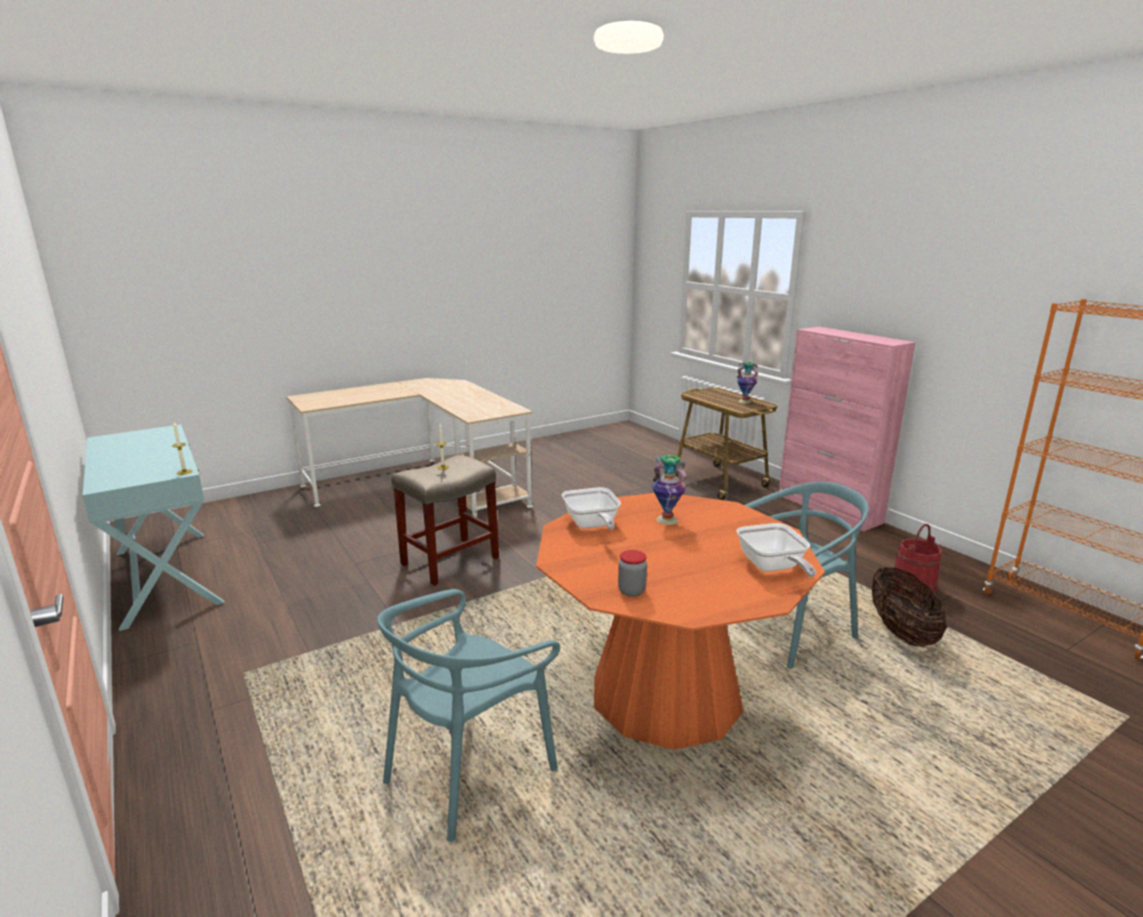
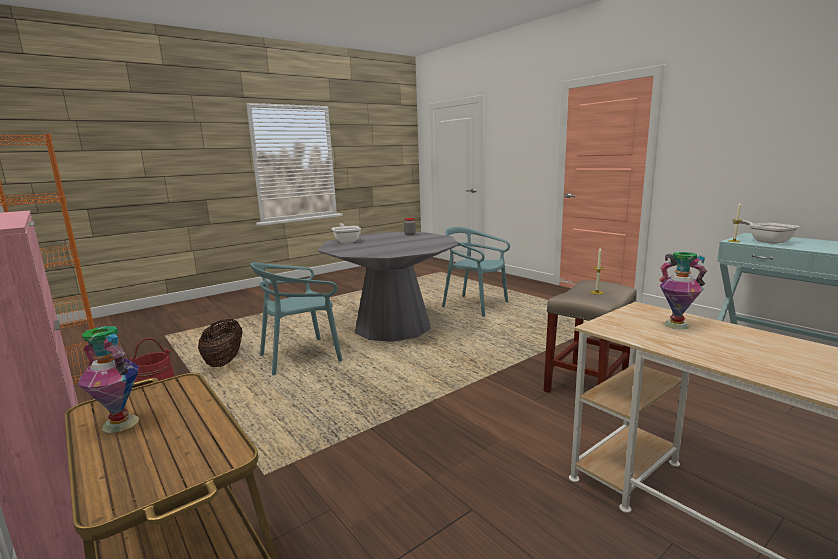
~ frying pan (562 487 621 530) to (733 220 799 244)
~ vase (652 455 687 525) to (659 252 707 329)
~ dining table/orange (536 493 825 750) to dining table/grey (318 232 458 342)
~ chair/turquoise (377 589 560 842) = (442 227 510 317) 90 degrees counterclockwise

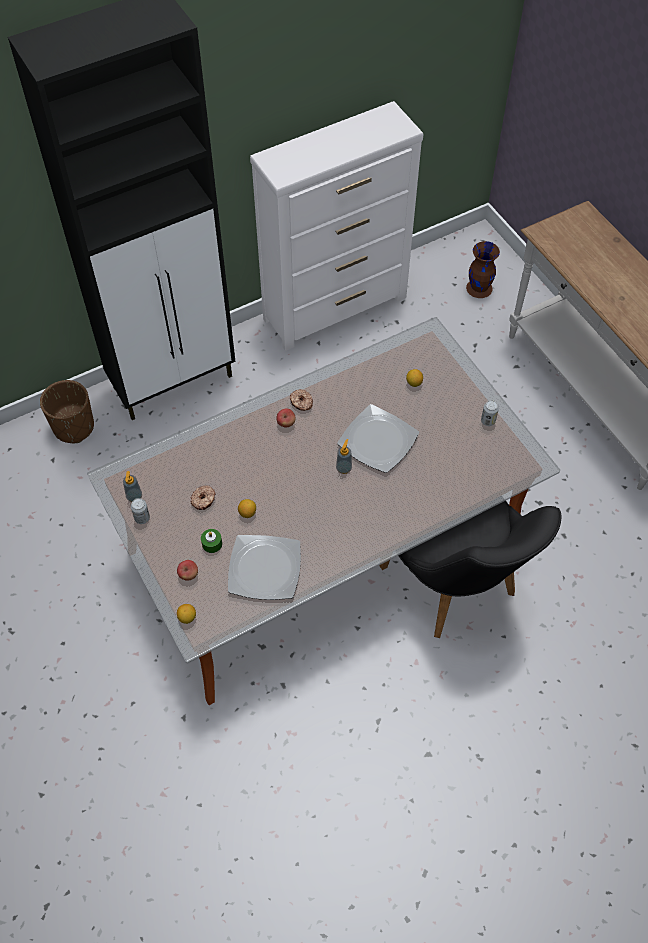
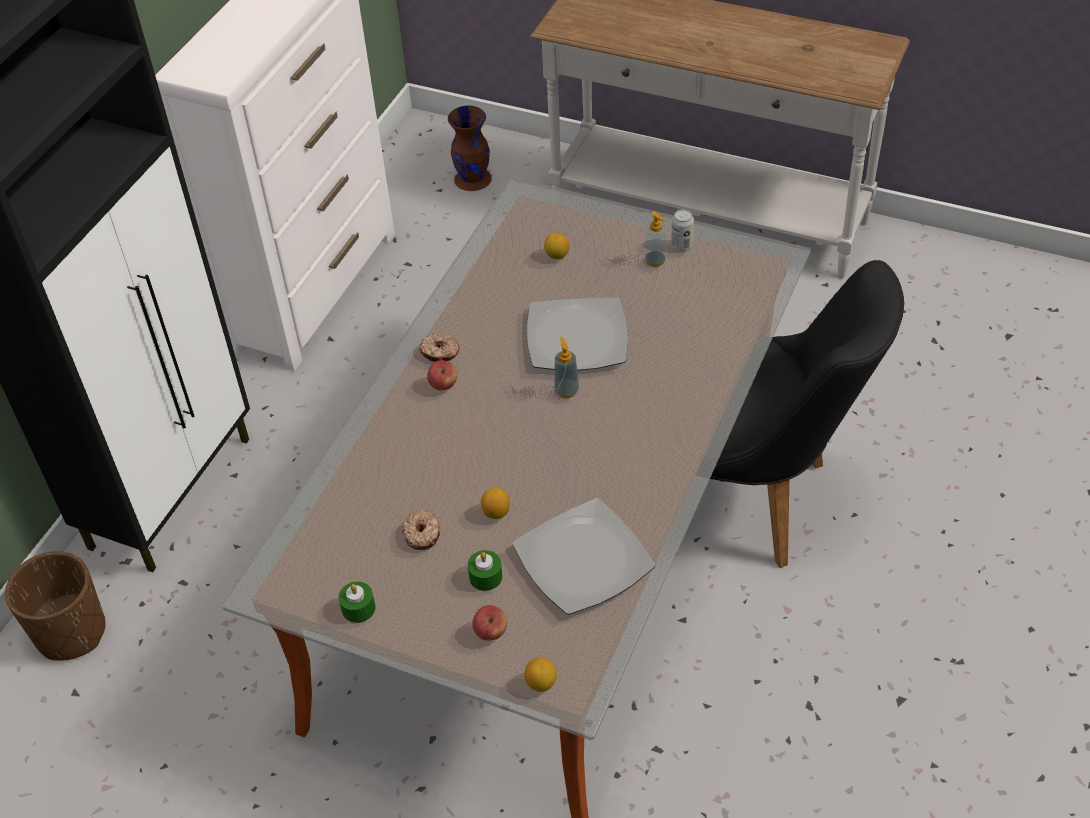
~ soap dispenser (123 471 142 502) to (644 211 667 267)
~ can (131 498 150 524) to candle/green (338 582 375 623)

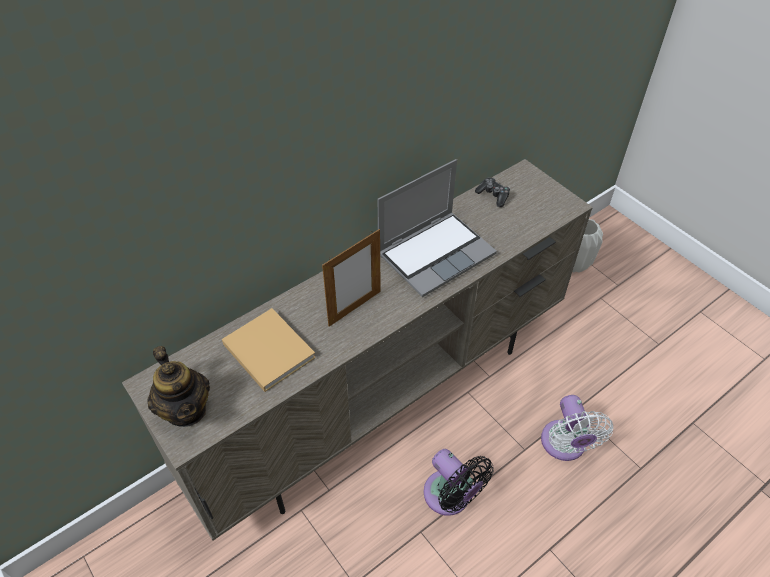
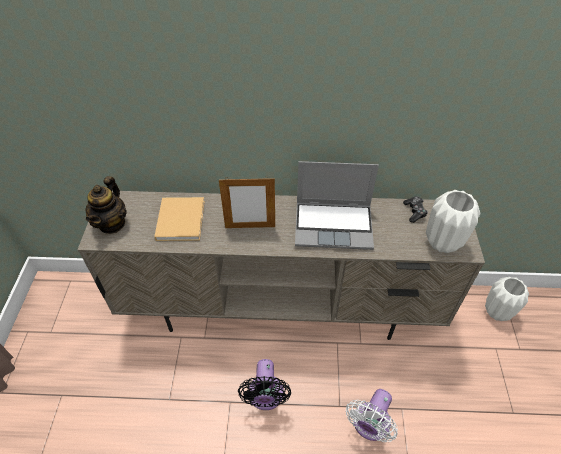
+ vase/white (426 190 481 253)

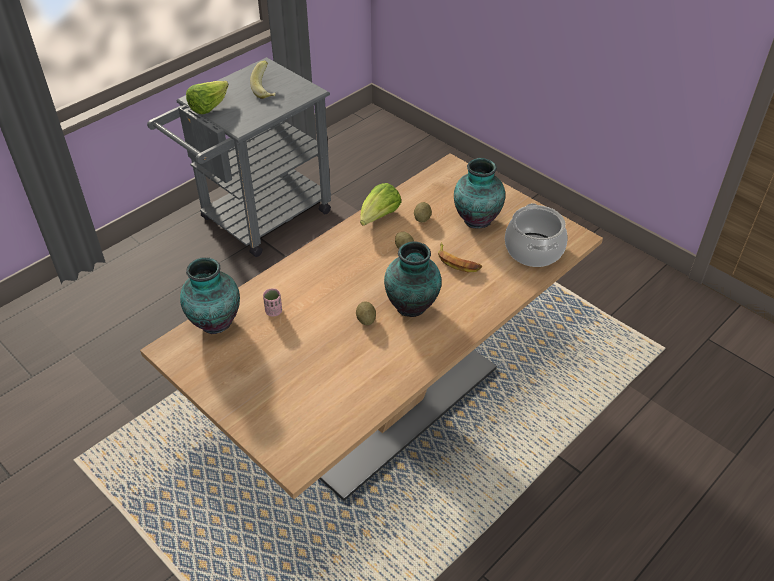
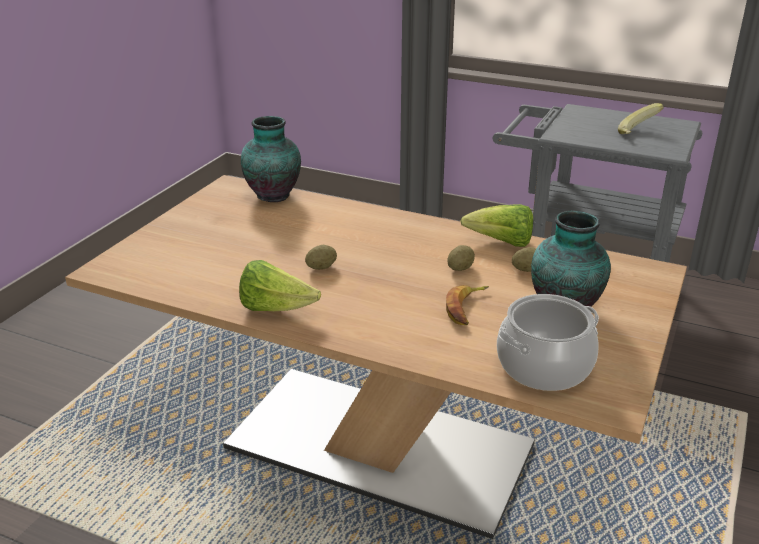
- cup/pink (263 288 282 317)
- vase (384 241 442 317)
~ lettuce (186 81 229 114) to (239 260 321 311)

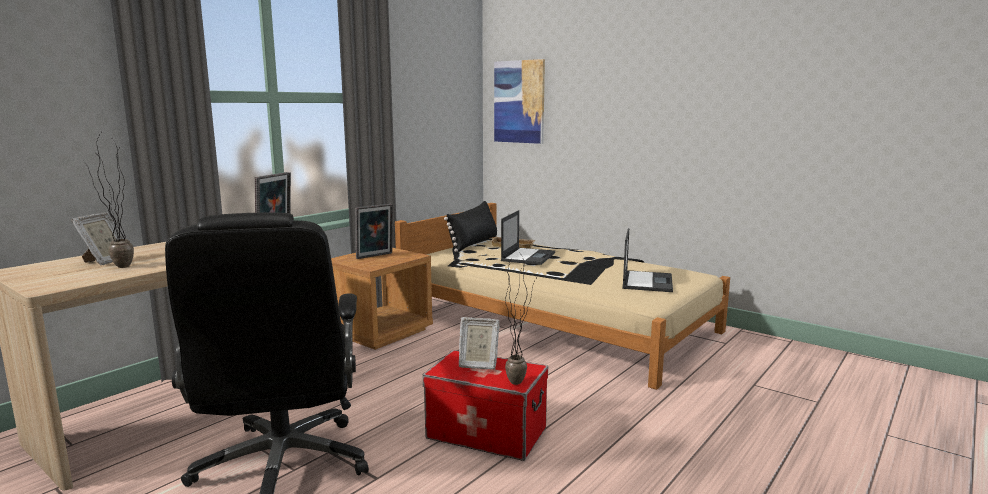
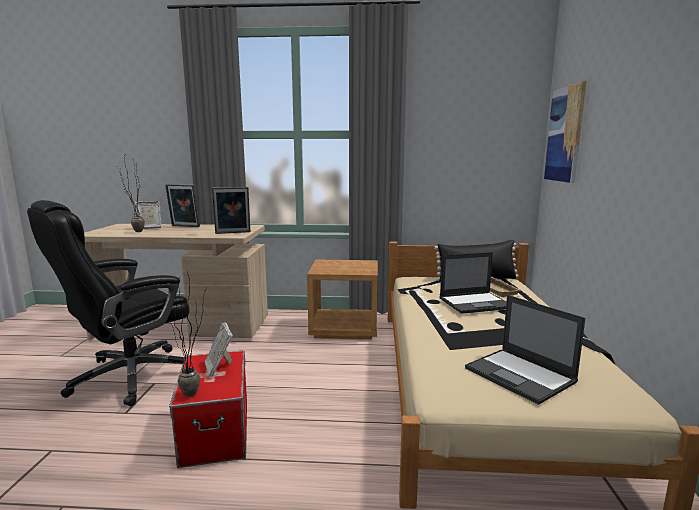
~ picture frame (356 204 393 259) to (165 184 200 227)
~ laptop (622 228 673 292) = (465 295 585 405) 75 degrees clockwise

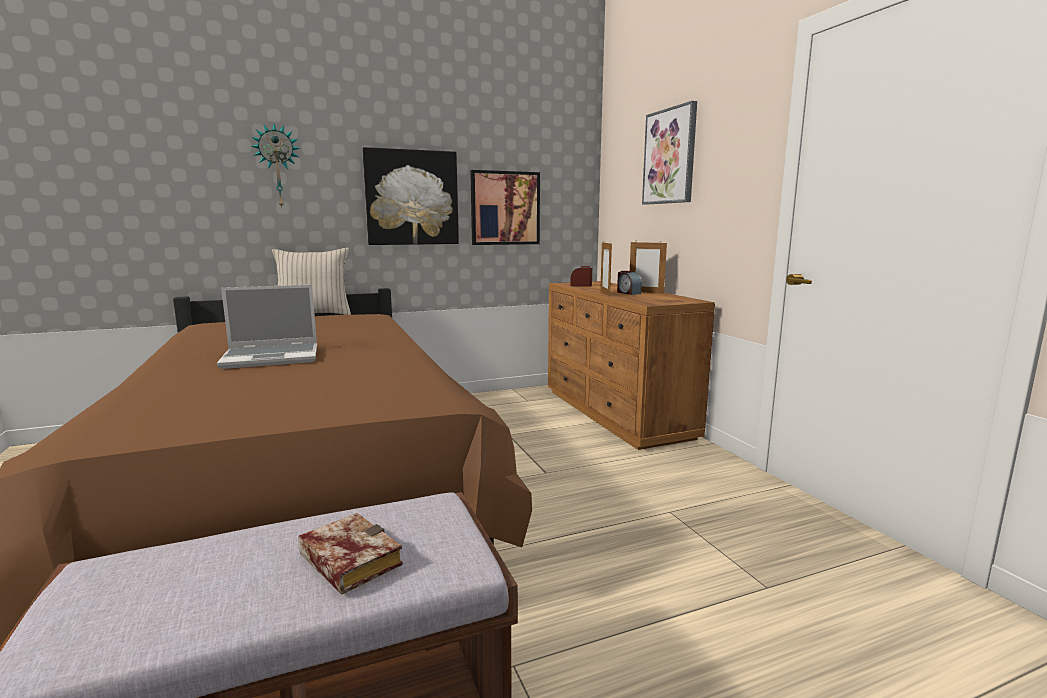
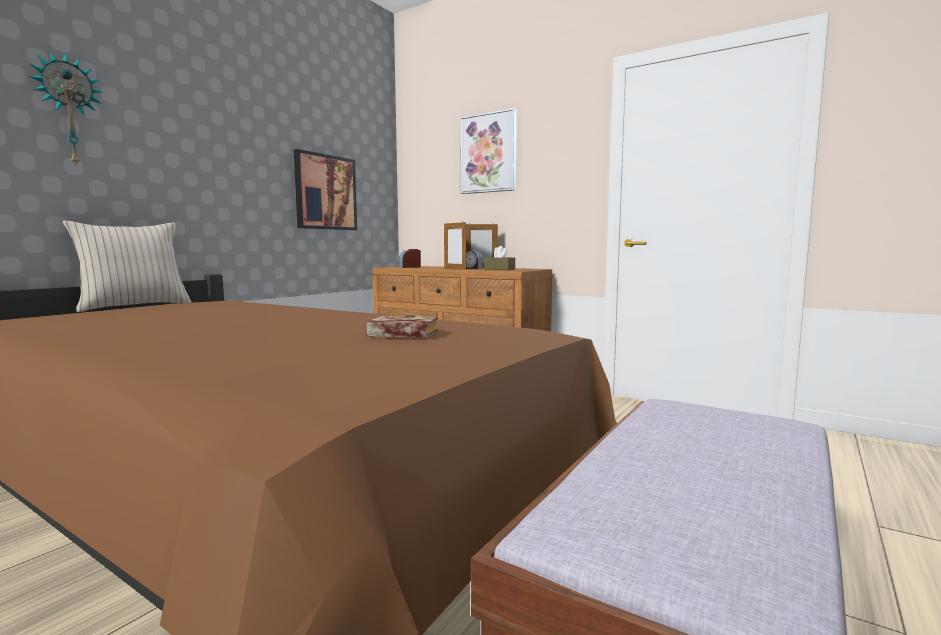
- laptop (217 285 317 369)
- picture (362 147 459 245)
+ tissue box/brown (484 246 515 270)
~ book (298 513 403 595) to (366 315 438 338)

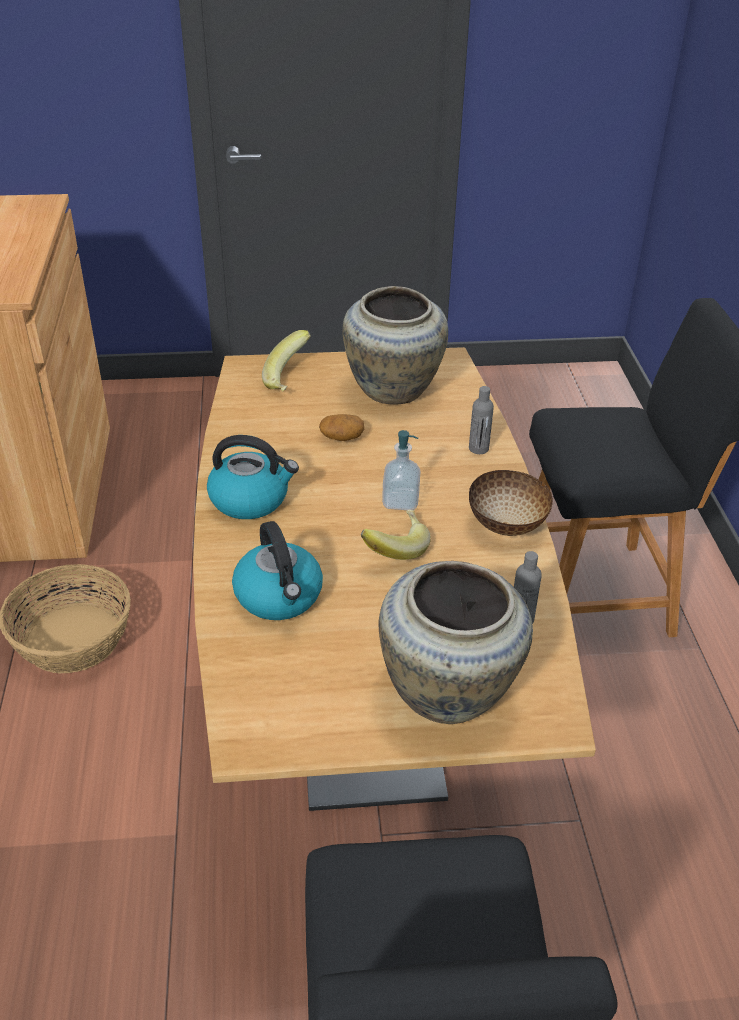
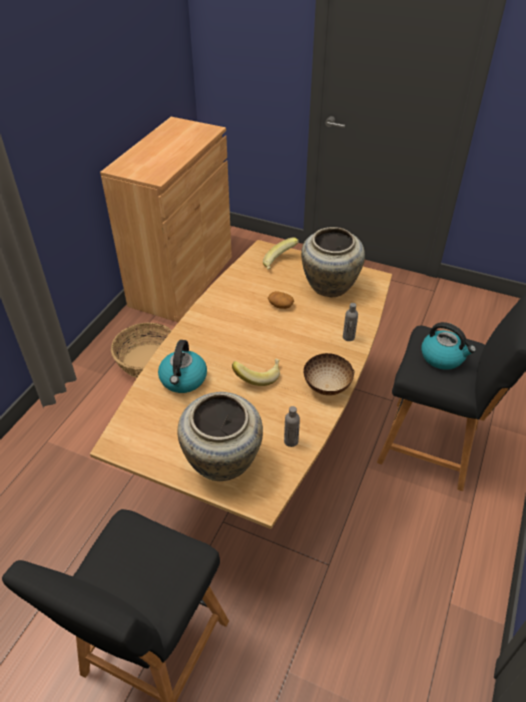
- soap dispenser (382 430 420 510)
~ kettle (207 435 299 519) to (421 322 476 370)

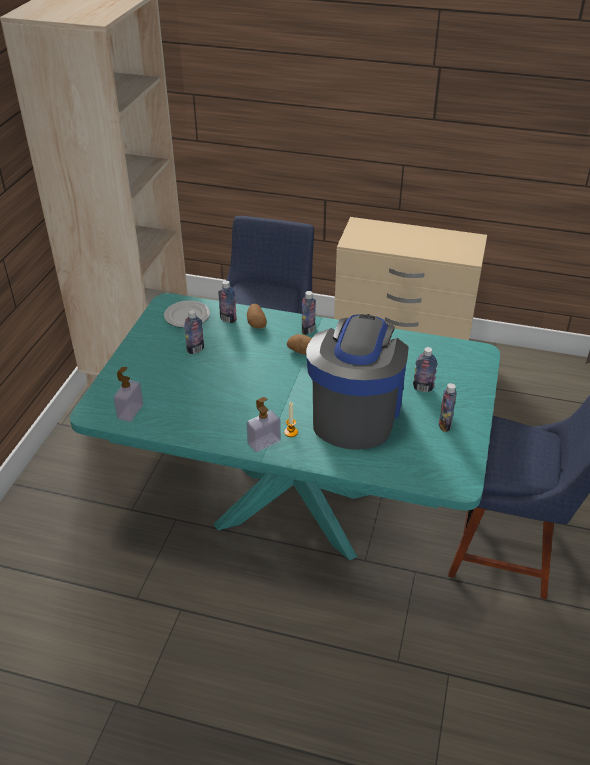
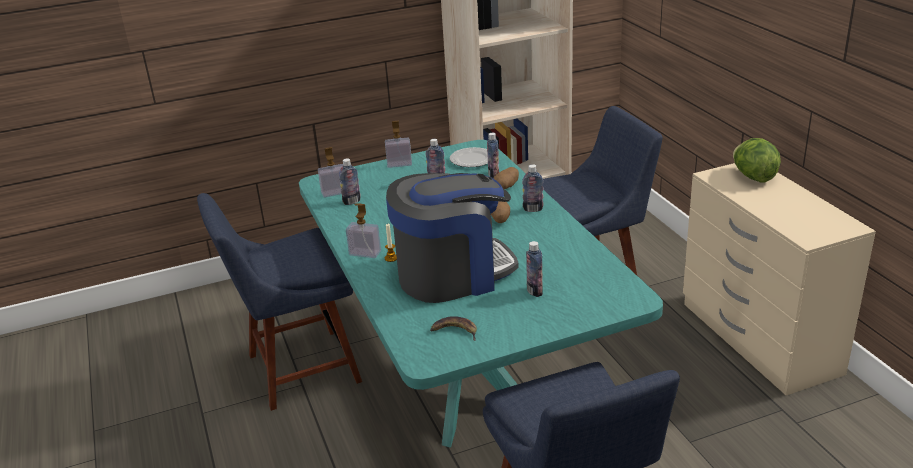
+ chair/blue (197 193 362 411)
+ soap dispenser (385 121 412 168)
+ banana (430 316 477 341)
+ lettuce (733 138 781 182)
~ bottle (439 383 457 432) to (339 158 361 205)

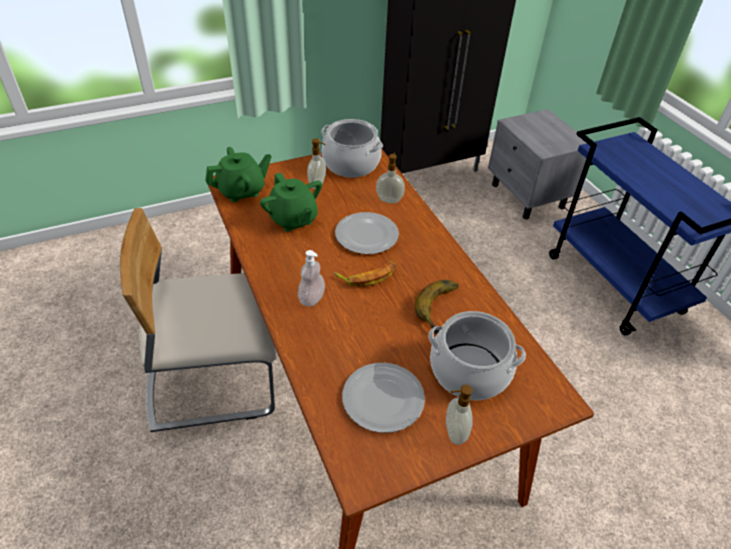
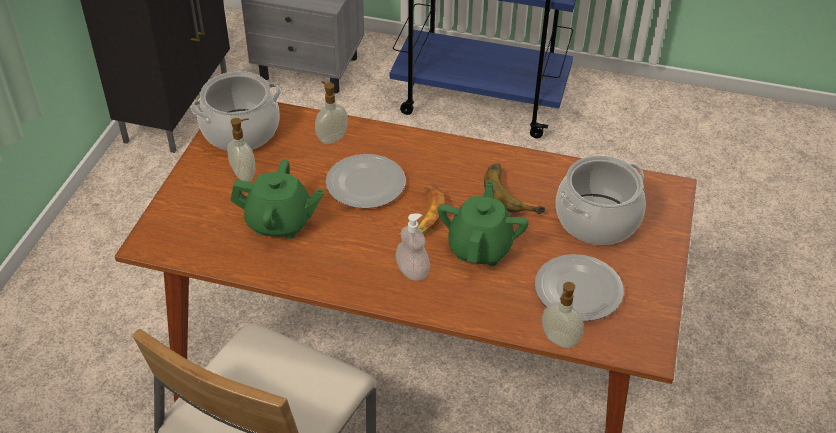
~ teapot/green (205 147 271 202) to (437 181 529 266)
~ soap dispenser (446 385 473 445) to (542 282 584 348)

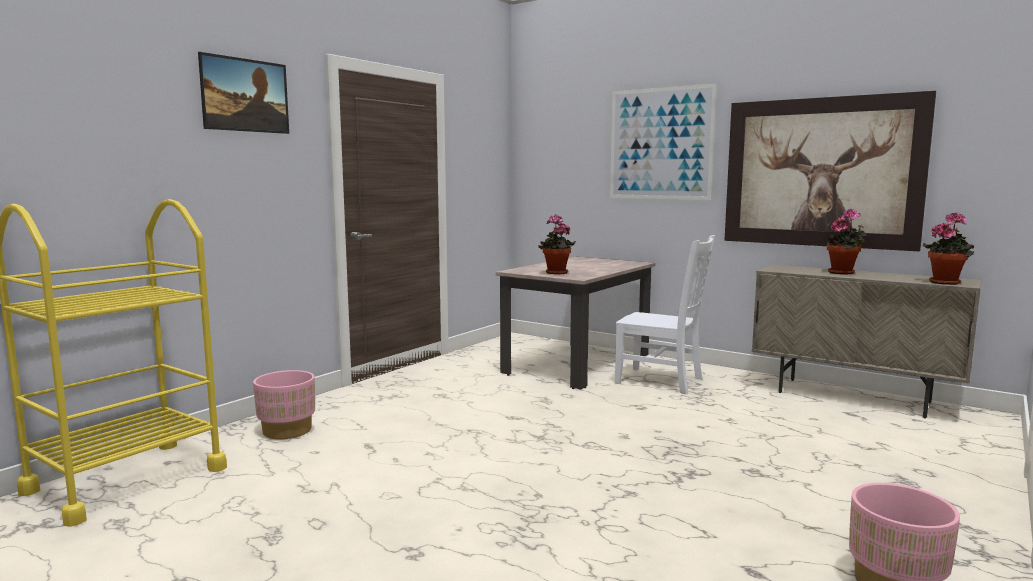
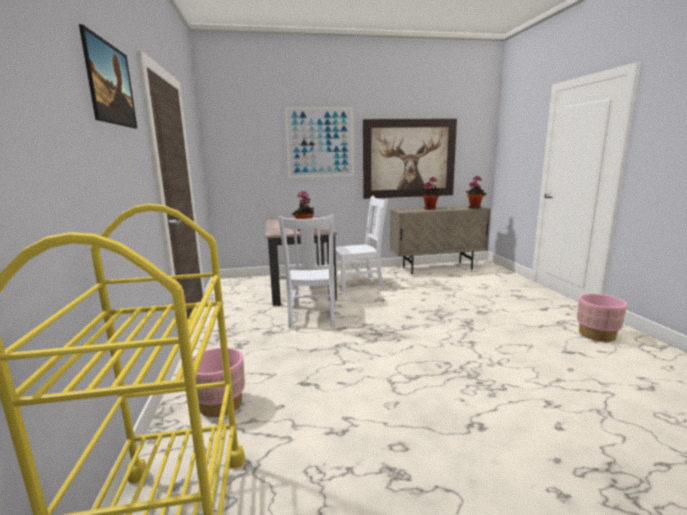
+ chair/white (278 215 336 328)

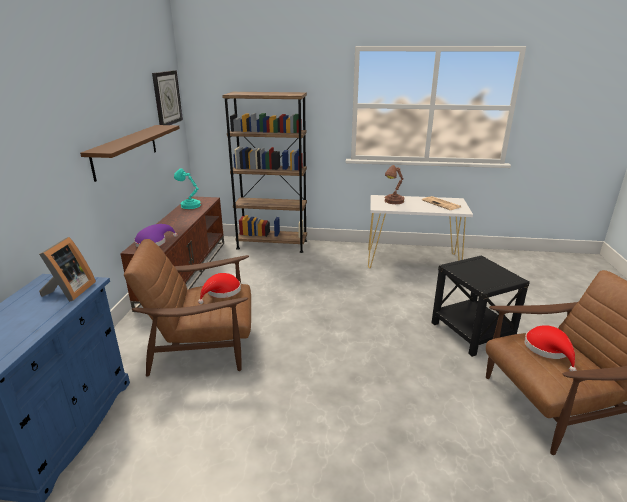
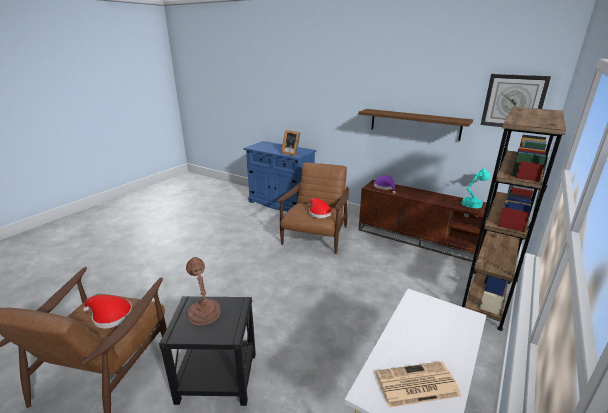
~ table lamp/brown (384 165 405 204) to (186 257 221 325)

